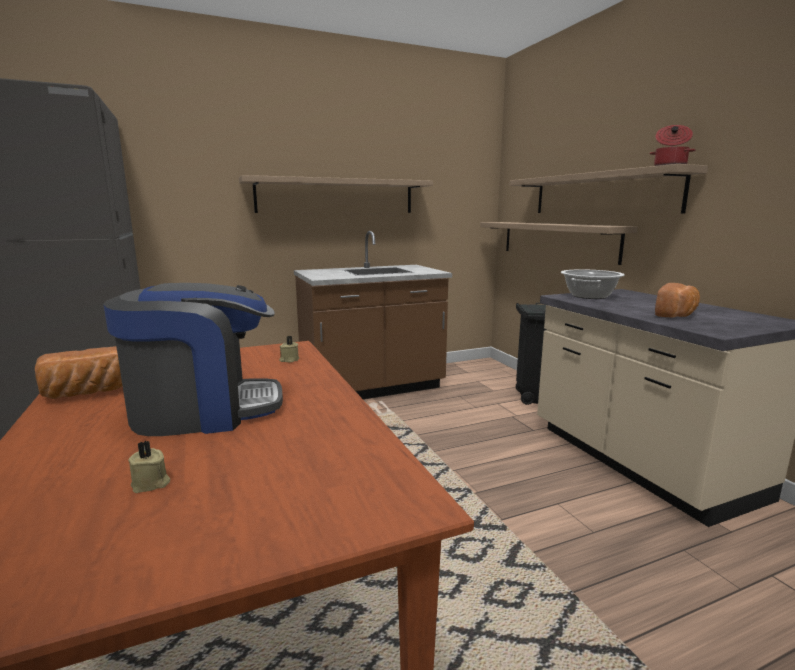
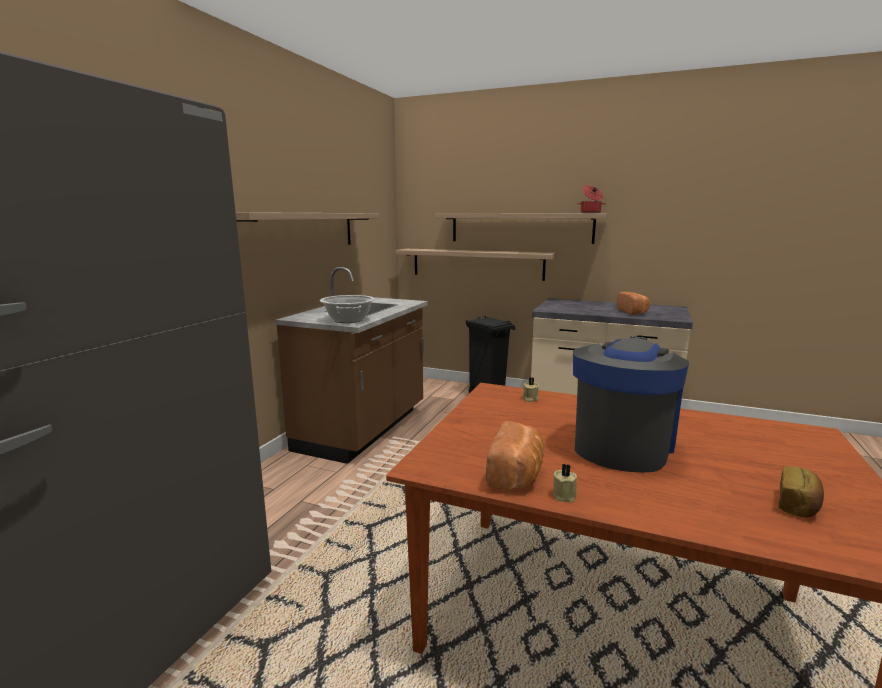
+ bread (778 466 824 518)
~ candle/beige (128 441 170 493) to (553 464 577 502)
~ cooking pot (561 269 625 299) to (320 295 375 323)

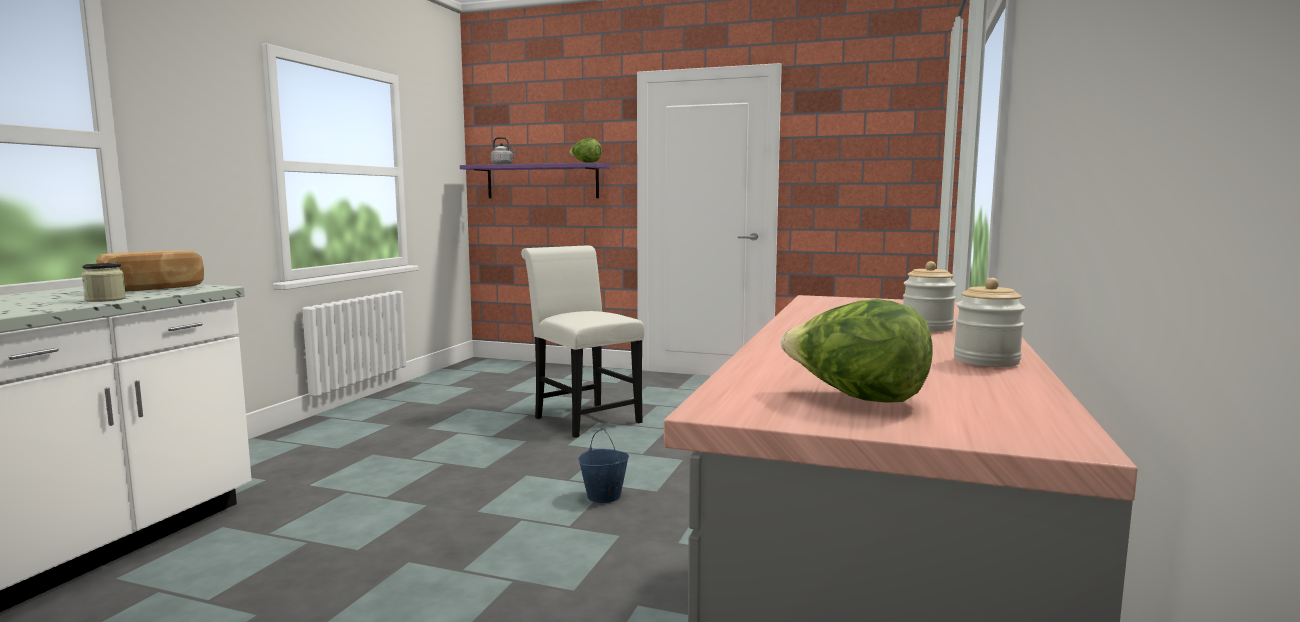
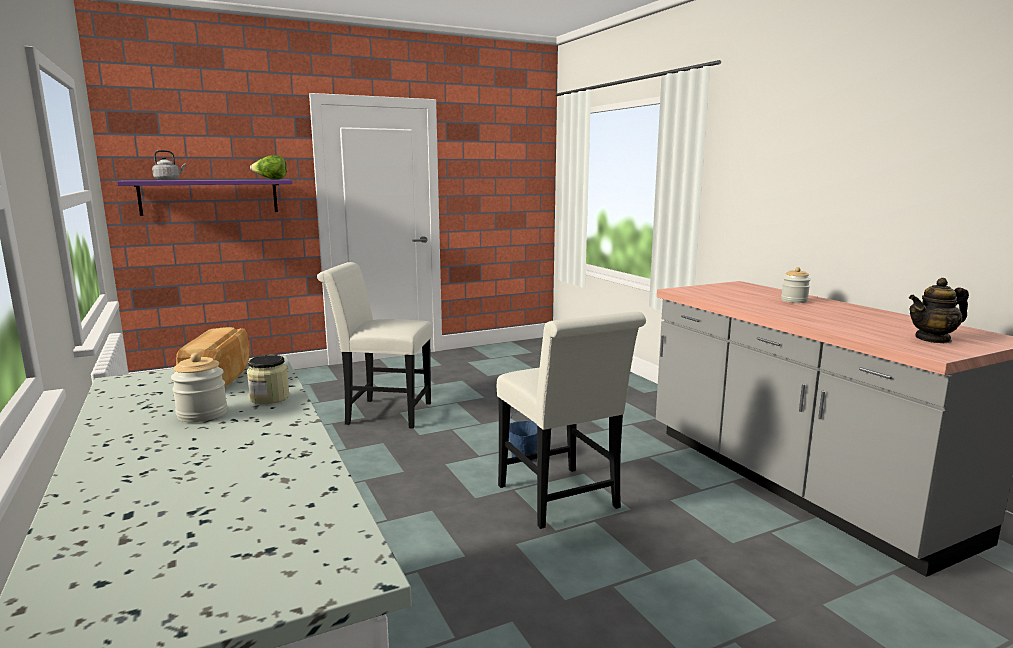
+ chair/white (497 312 646 529)
~ jar (953 278 1025 367) to (171 353 227 422)
~ lettuce (781 299 933 403) to teapot (909 278 969 343)

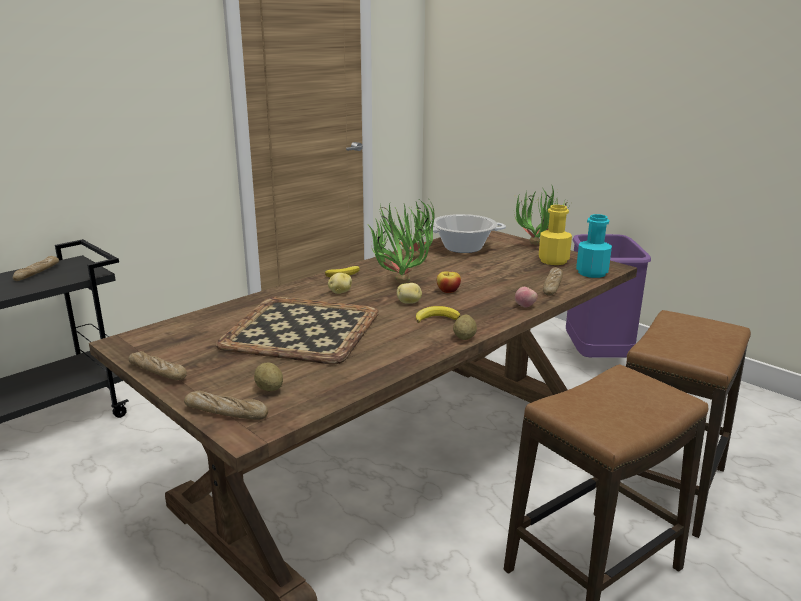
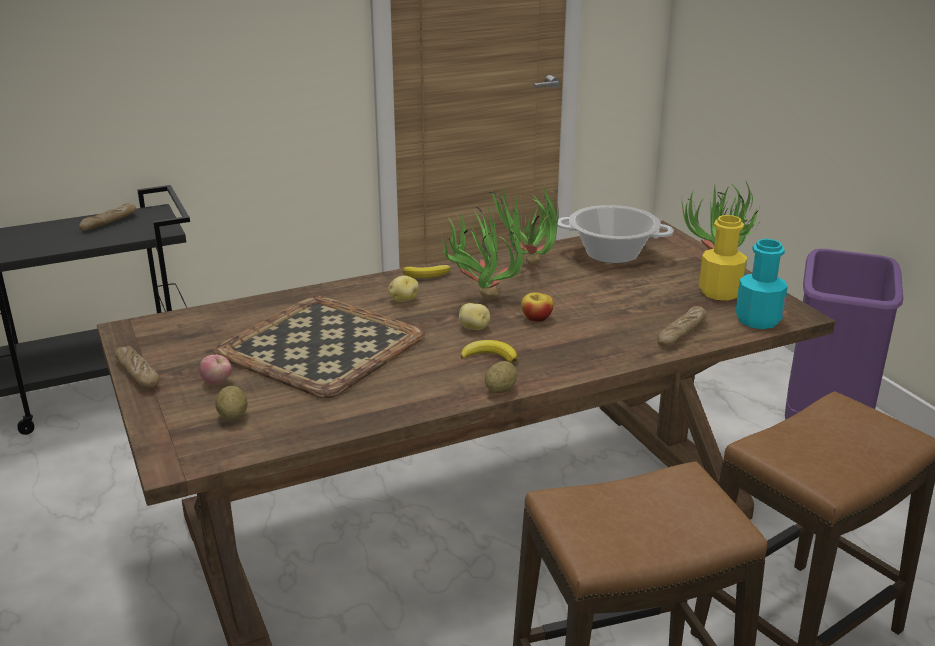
- bread (184 391 268 420)
~ apple (515 287 538 308) to (200 355 232 385)

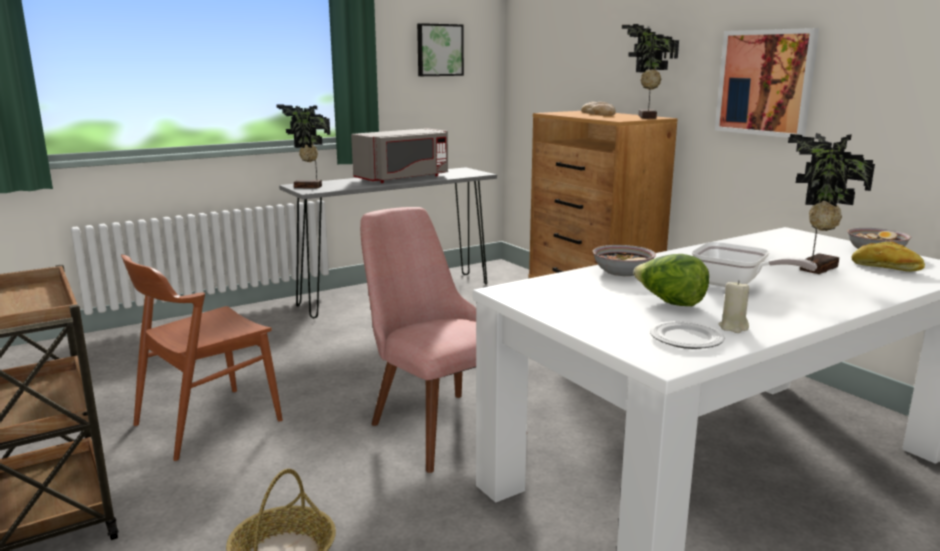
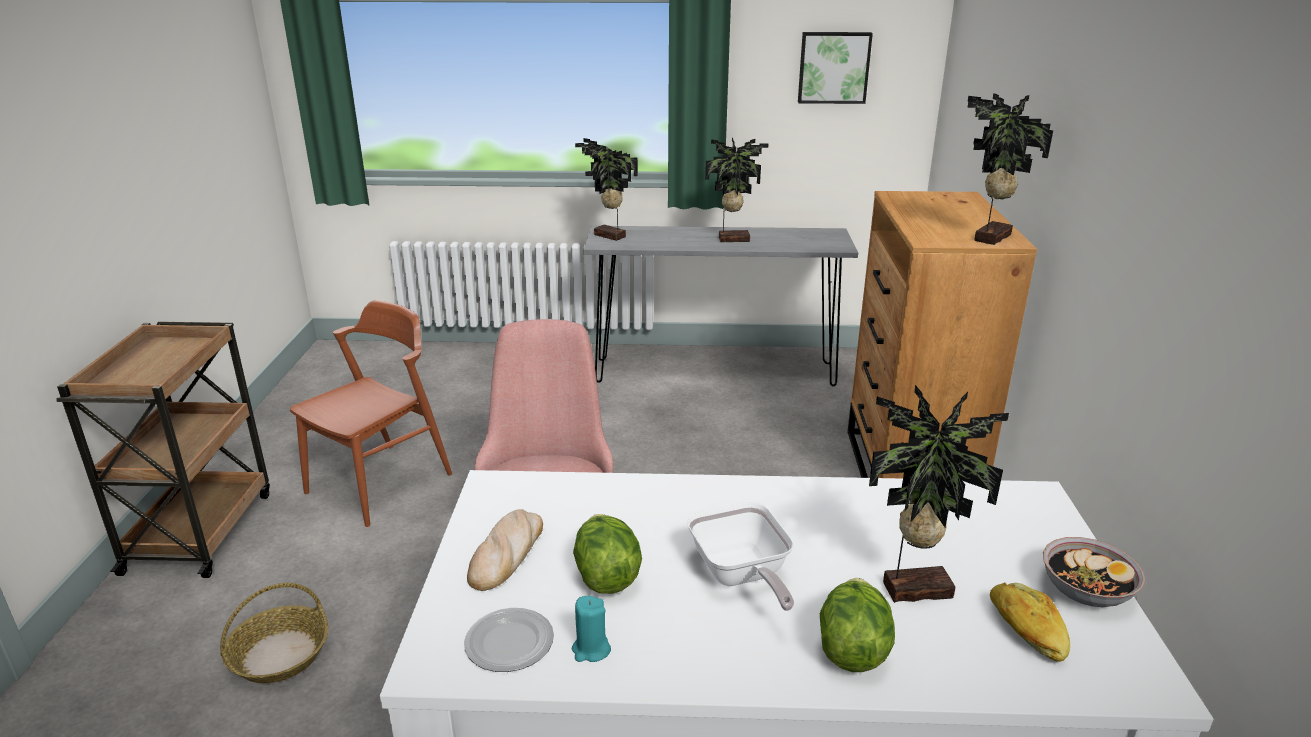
- bowl (592 245 656 276)
- picture (715 28 819 138)
+ lettuce (820 578 895 672)
~ bread (581 102 616 116) to (467 509 543 591)
~ microwave/grey (351 128 448 183) to potted plant (705 138 769 242)
~ candle/beige (719 280 749 333) to candle/turquoise (572 596 611 662)
~ chair/brown (121 255 283 461) = (290 300 452 527) 135 degrees clockwise

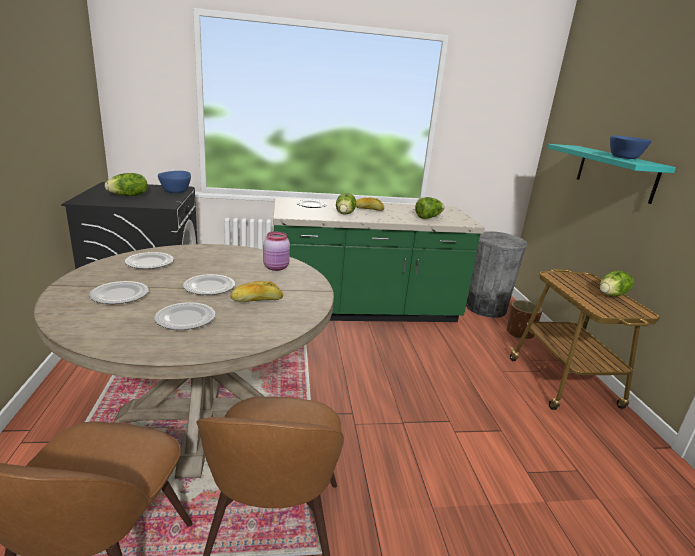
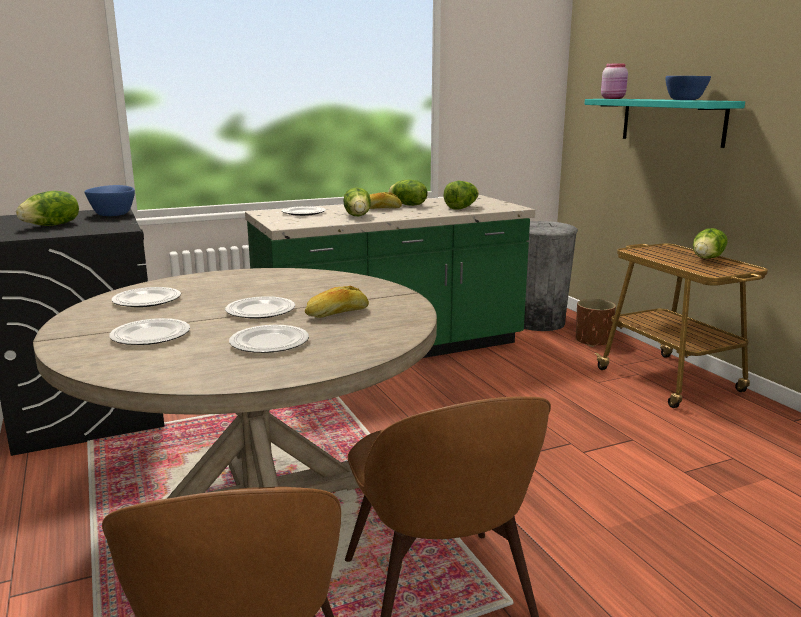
+ lettuce (389 180 428 206)
~ jar/pink (263 232 290 271) to (601 64 628 99)

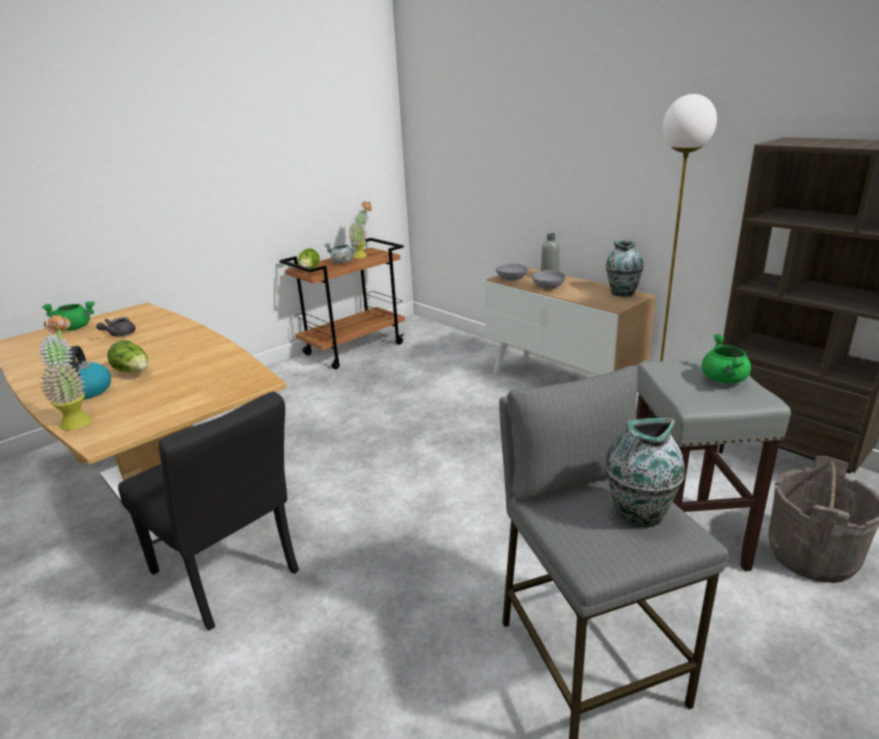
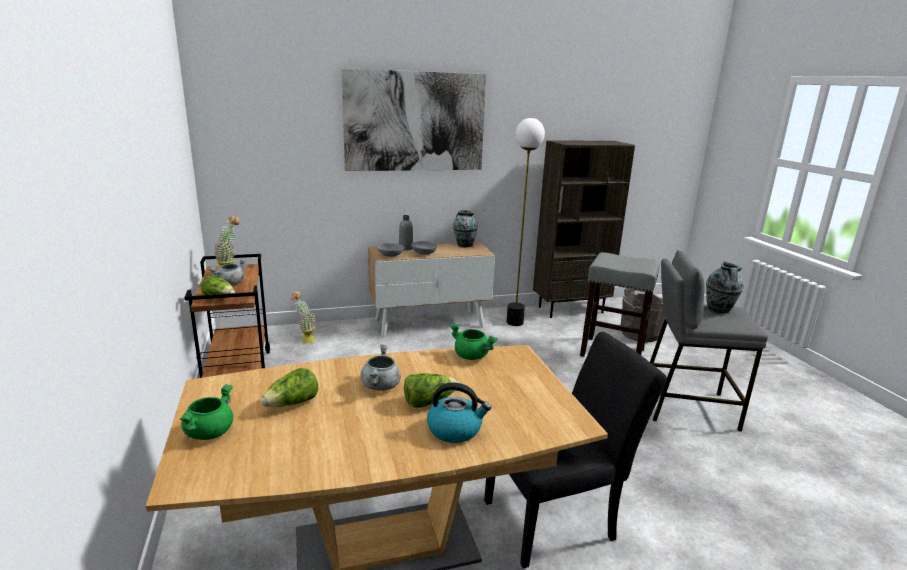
+ picture (341 68 486 171)
+ cooking pot/grey (360 344 401 391)
~ potted plant (38 315 92 430) to (291 292 316 343)
~ cooking pot/green (702 334 751 383) to (450 324 498 360)
~ teapot/grey (96 317 136 336) to lettuce (260 368 319 407)

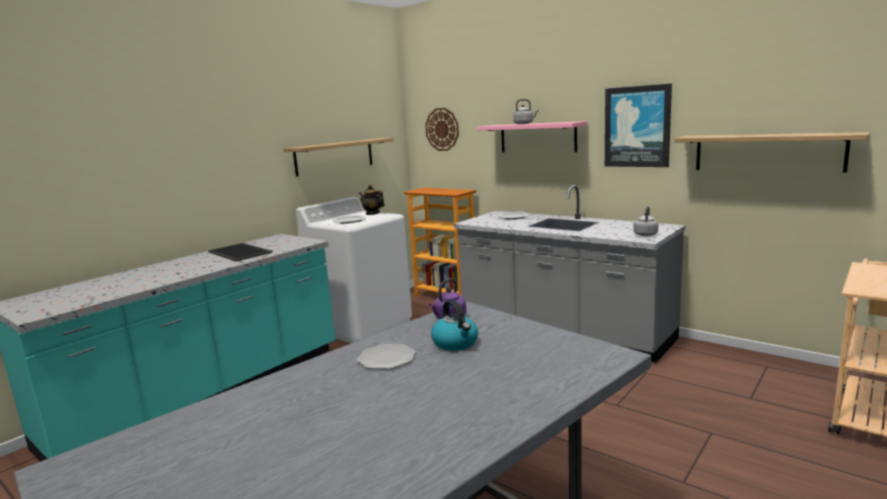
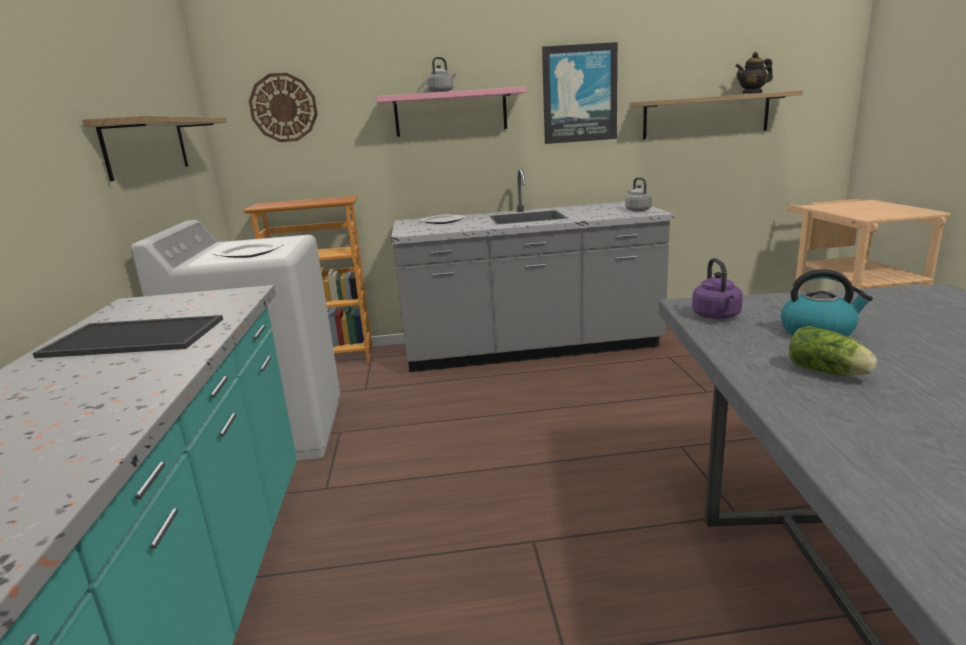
~ teapot (359 185 385 215) to (735 52 773 94)
~ plate (357 344 416 369) to lettuce (789 326 877 376)

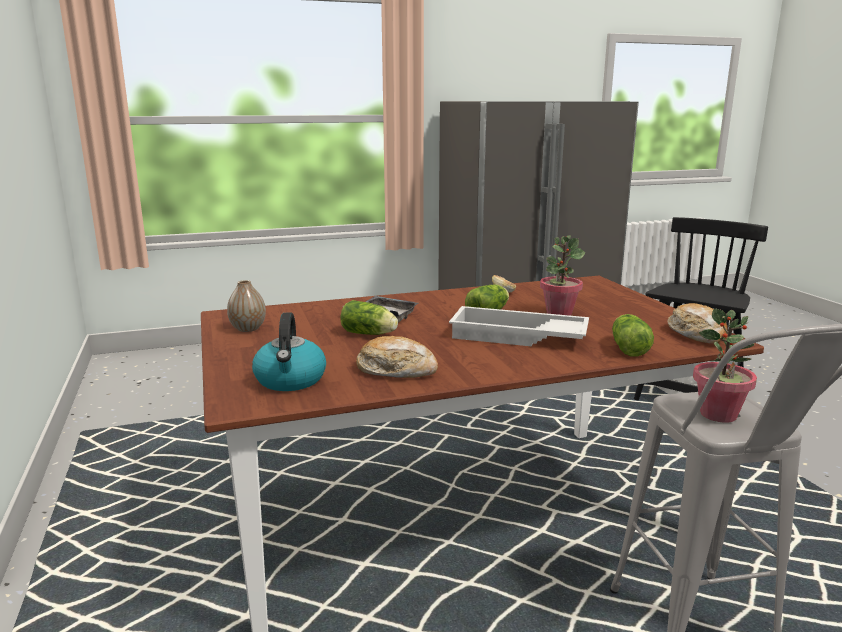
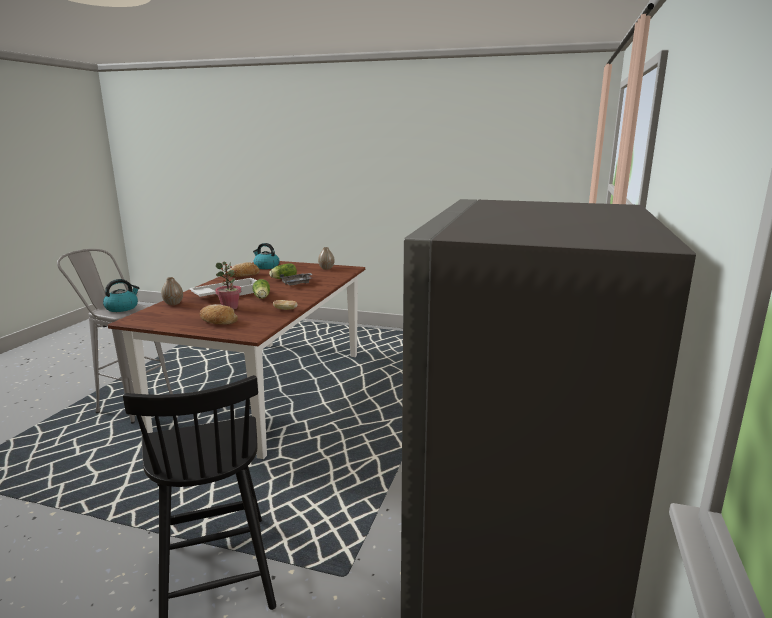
~ bread (667 303 728 344) to (200 304 238 325)
~ lettuce (612 314 654 357) to vase (161 277 183 305)
~ potted plant (693 308 757 423) to kettle (103 279 140 312)

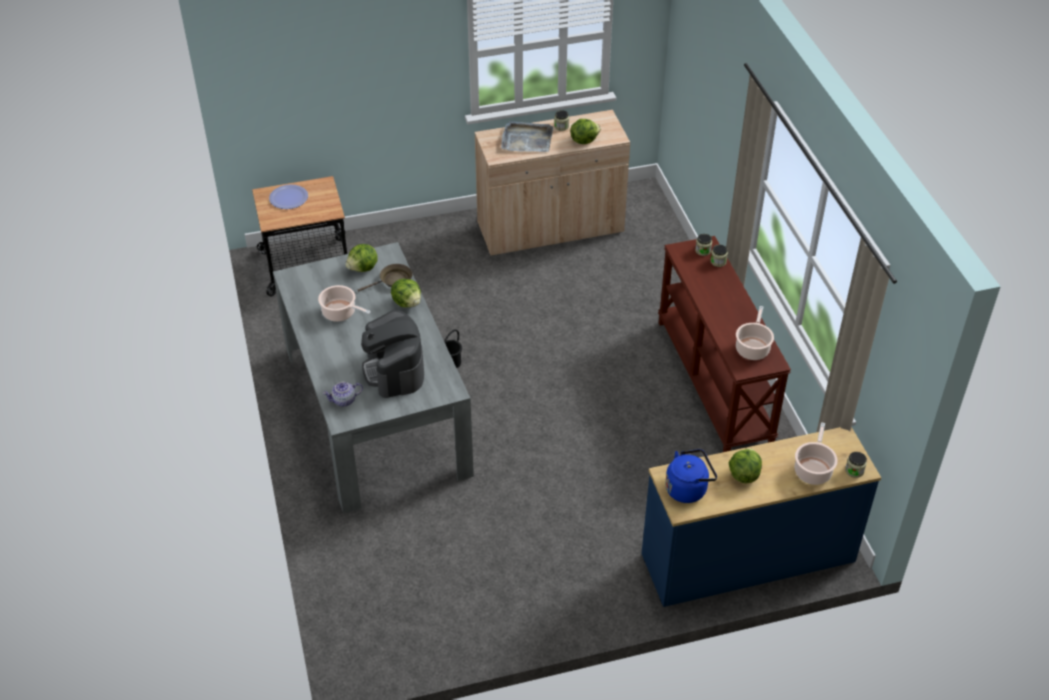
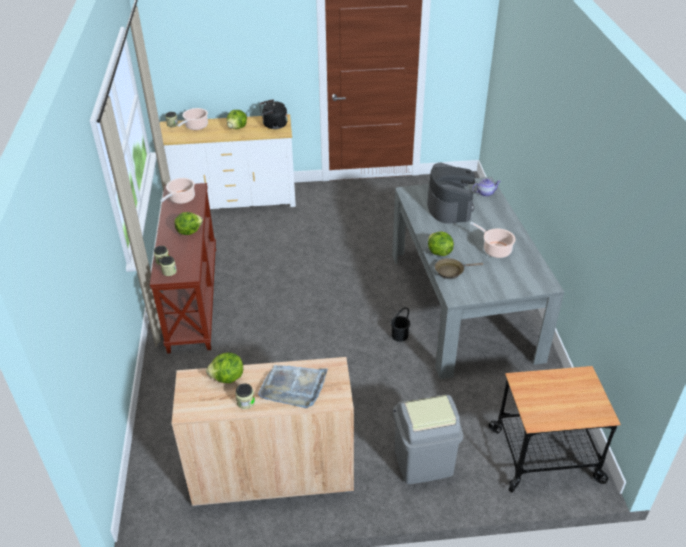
- plate (269 184 308 209)
+ trash can/grey (393 394 463 484)
~ lettuce (345 244 378 272) to (174 212 203 235)
~ dresser/blue (642 427 881 607) to dresser/white (160 114 296 209)
~ kettle/blue (665 449 717 503) to kettle/black (259 99 288 129)

